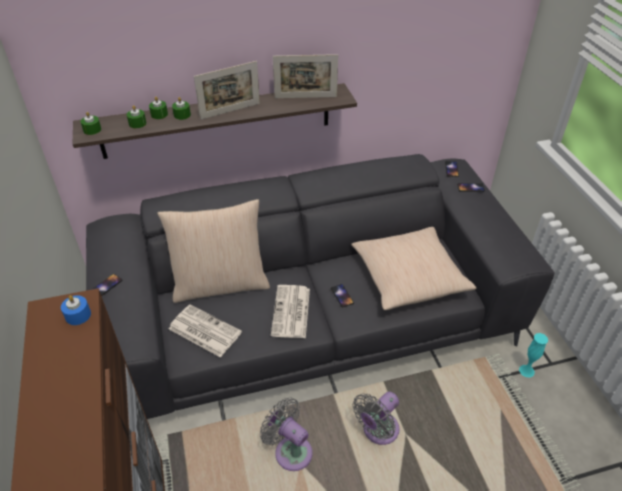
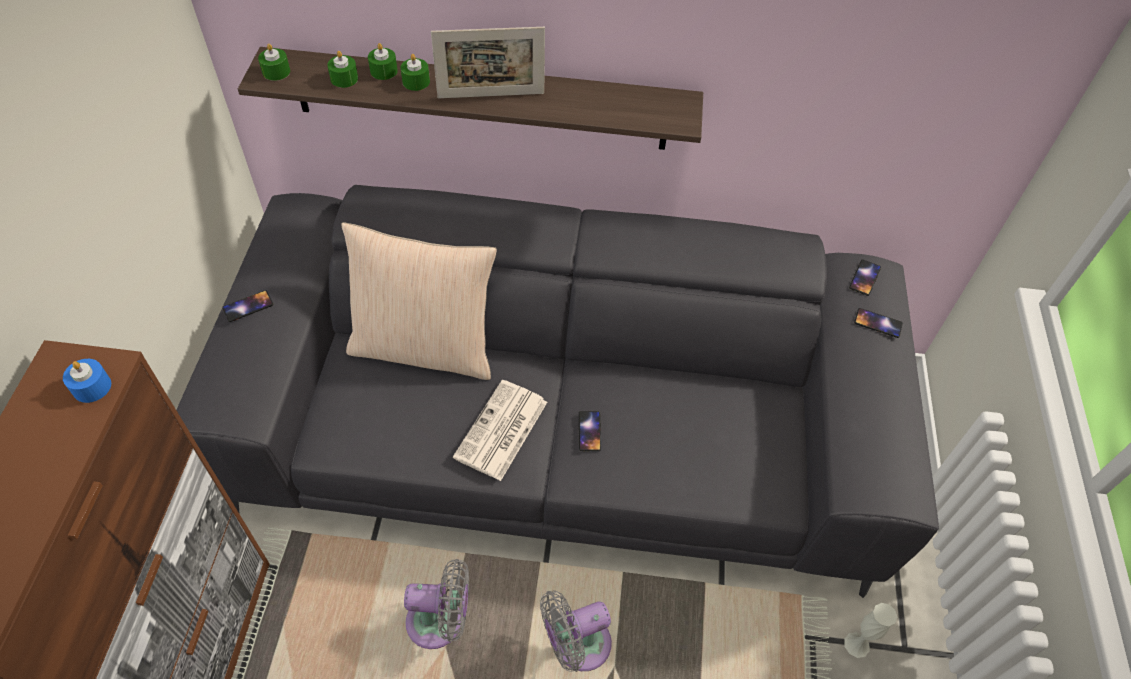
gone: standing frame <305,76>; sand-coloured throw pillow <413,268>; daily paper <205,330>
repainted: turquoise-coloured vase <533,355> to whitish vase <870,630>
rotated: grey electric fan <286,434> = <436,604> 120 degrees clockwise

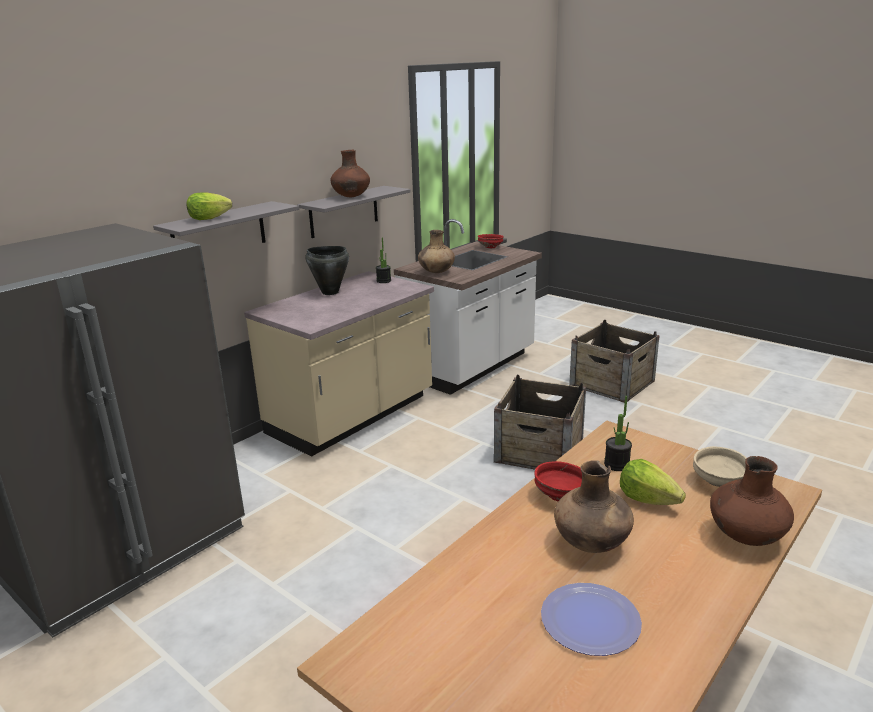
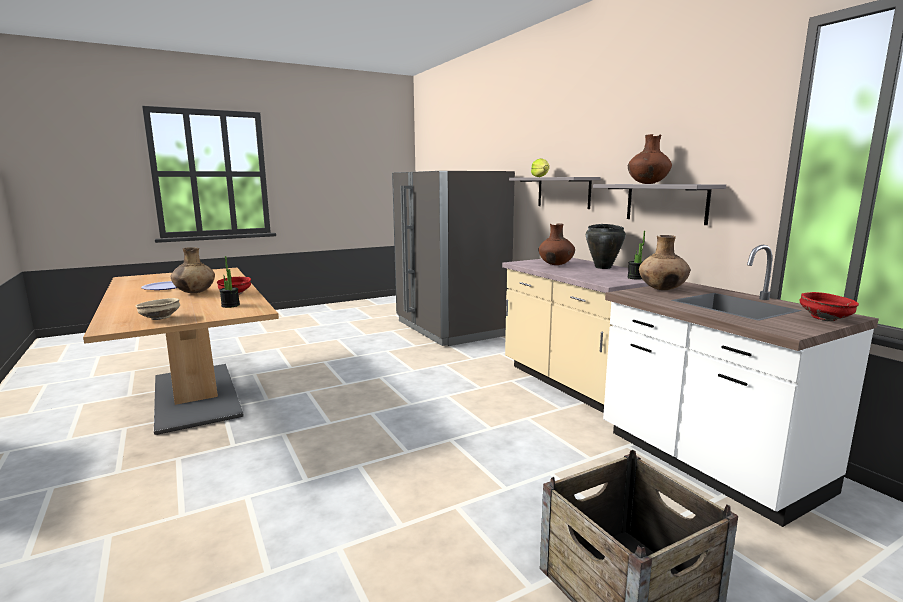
gone: crate <540,422>; head of lettuce <653,482>
shifted: brownish vase <752,501> to <556,244>

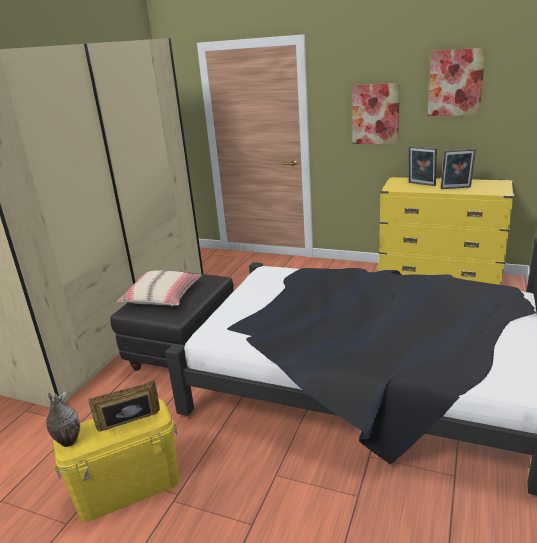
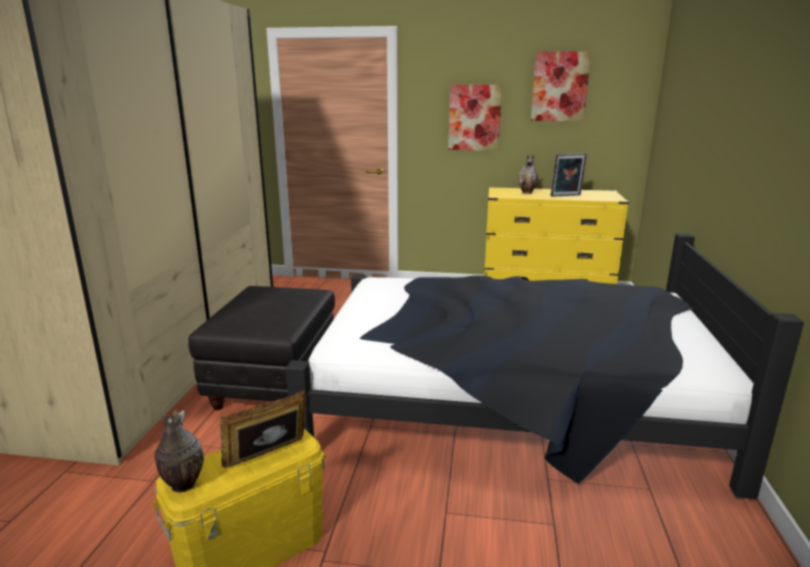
gone: sand-coloured throw pillow <159,288>
swapped: standing frame <423,166> to vase <528,174>

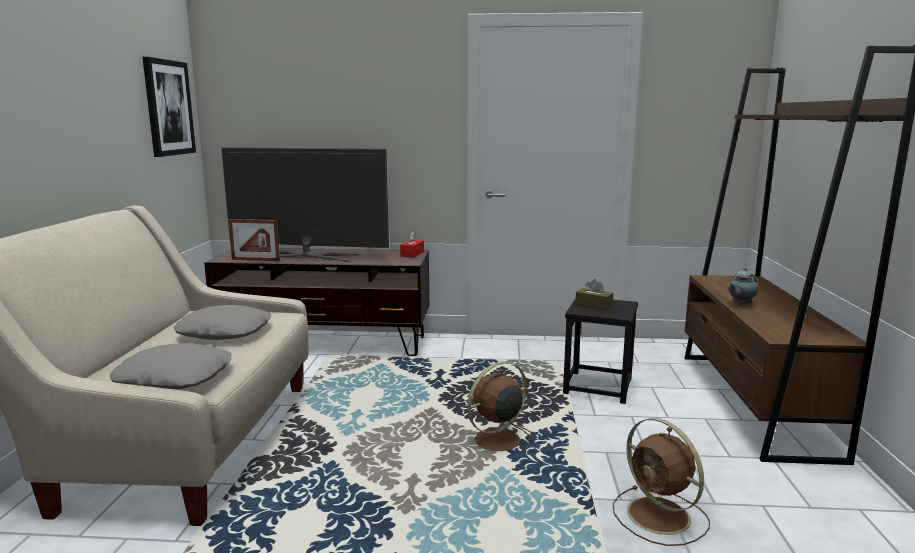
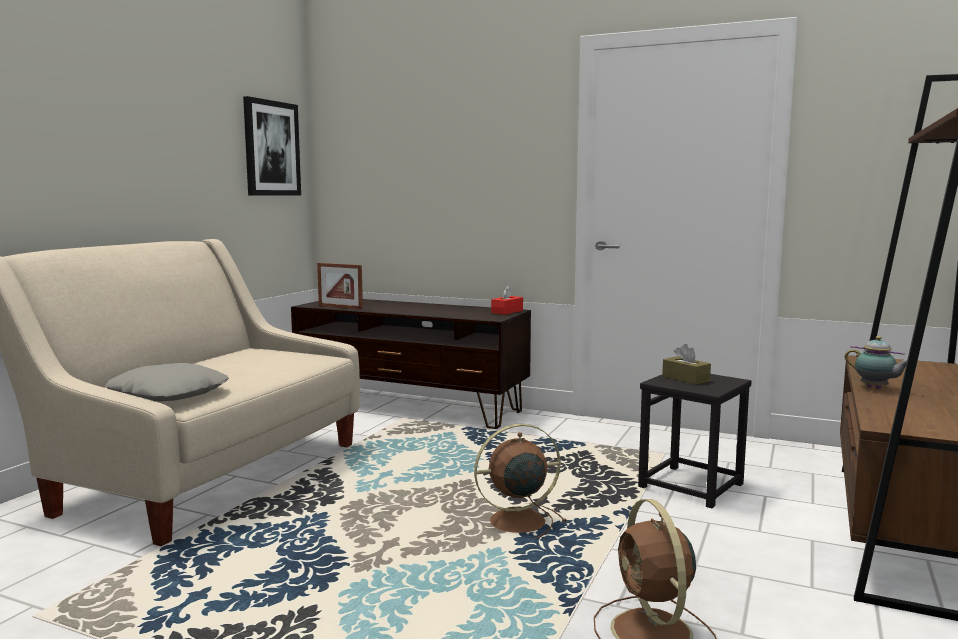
gone: television <305,204>; grey throw pillow <222,322>
rotated: teapot <743,286> = <876,362> 120 degrees counterclockwise

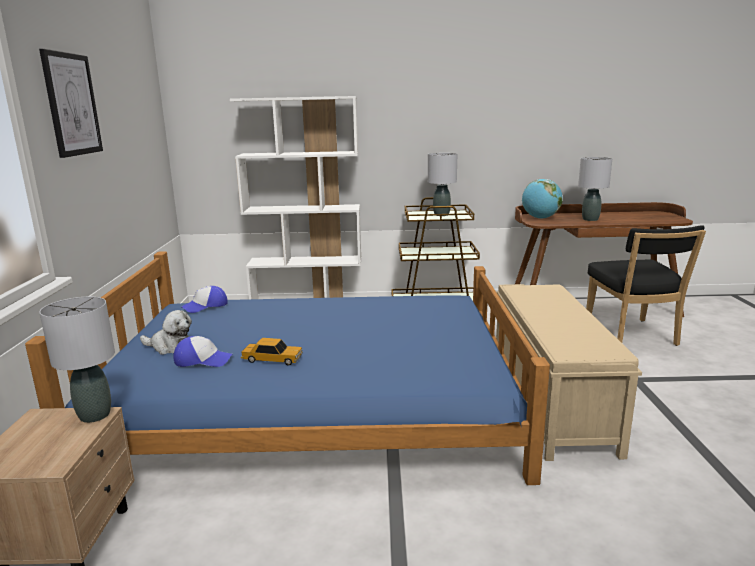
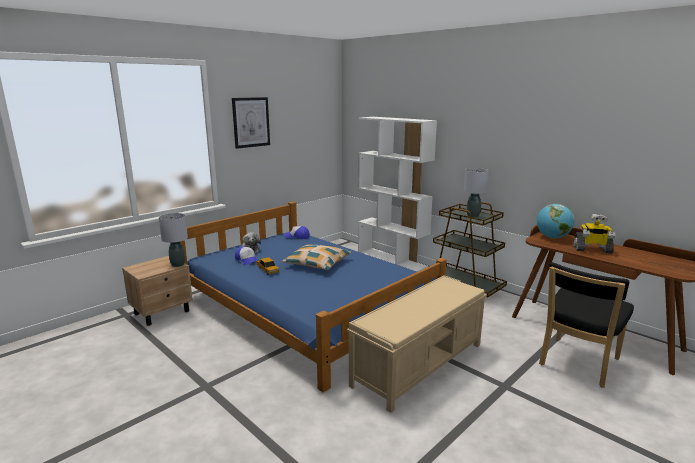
new: throw pillow <316,257>
swapped: grey tabletop lamp <595,189> to toy robot <594,234>

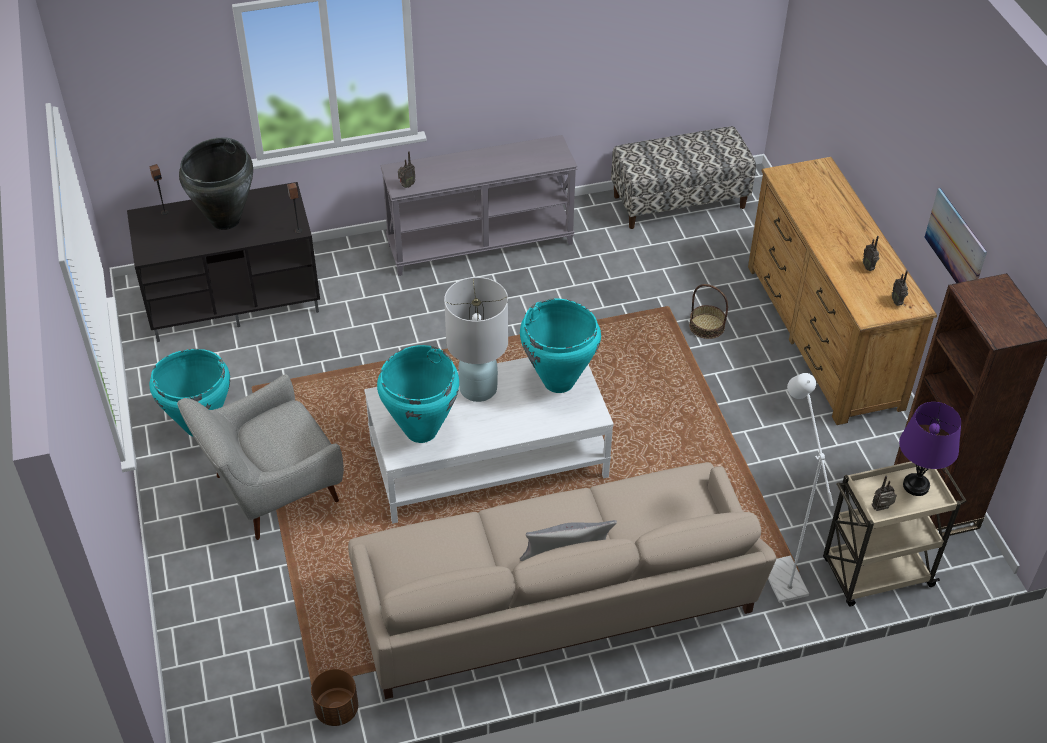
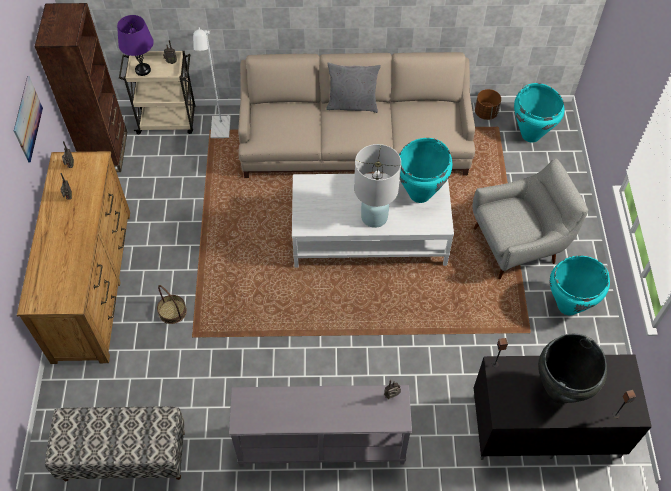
shifted: turquoise-coloured vase <560,346> to <539,112>

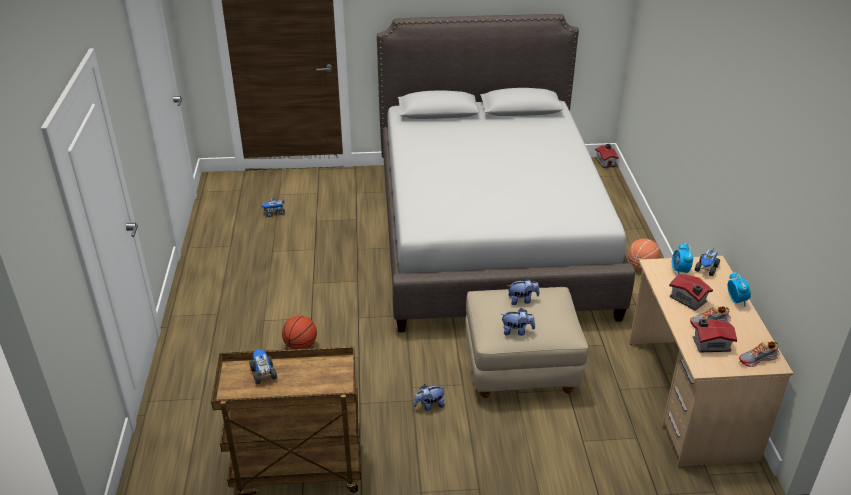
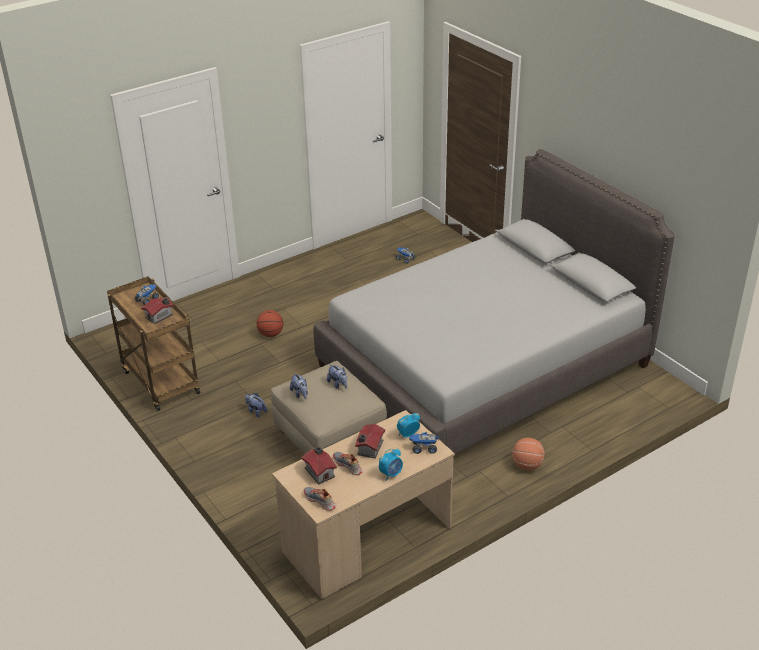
shifted: toy house <607,156> to <157,310>

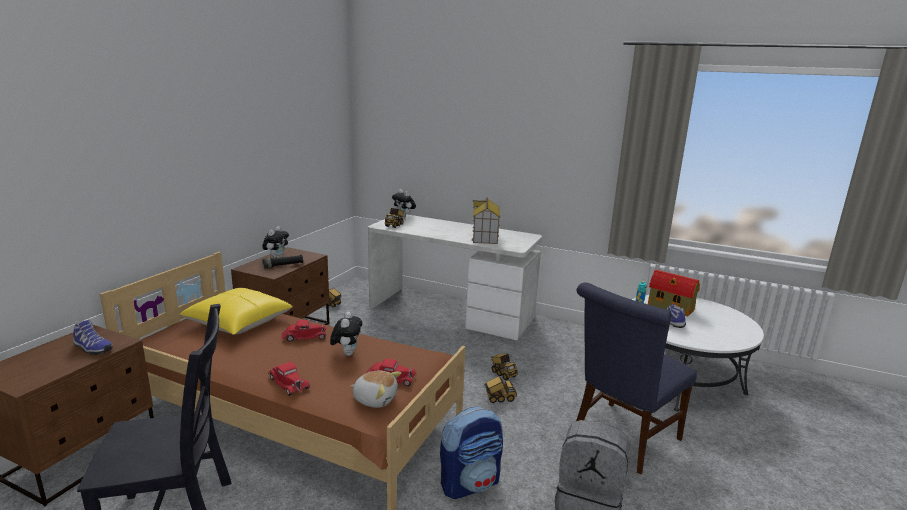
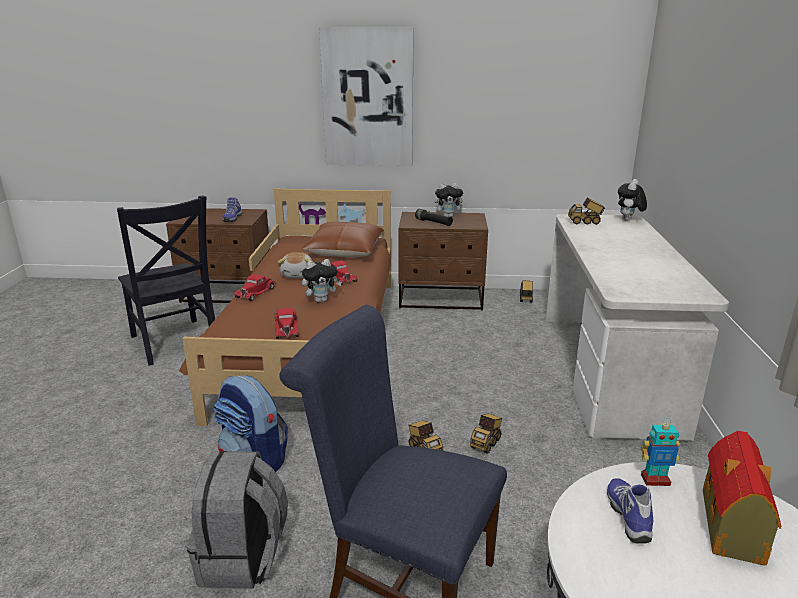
gone: toy house <486,220>
new: picture <366,96>
shifted: soft toy <376,389> to <294,265>
repainted: yellow-coloured throw pillow <236,311> to brownish throw pillow <342,239>

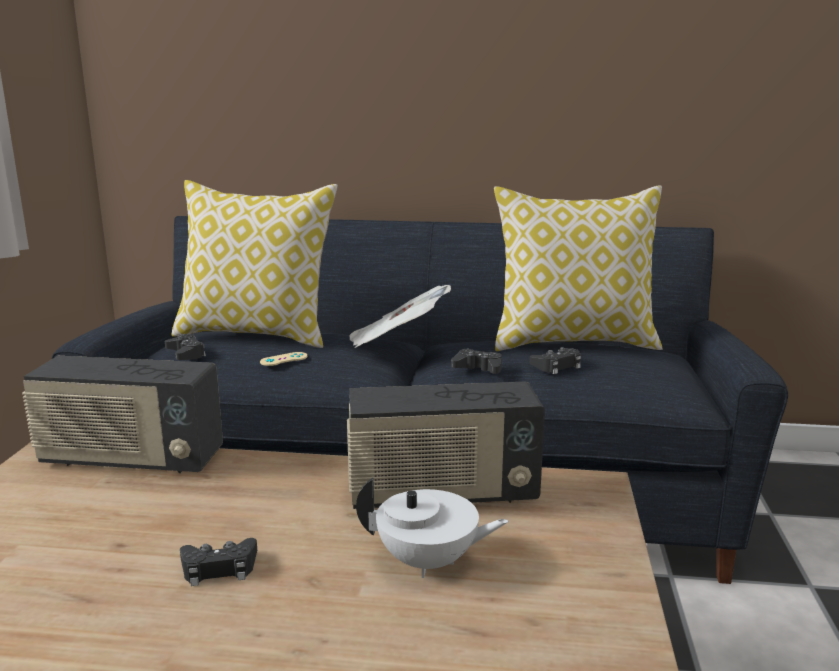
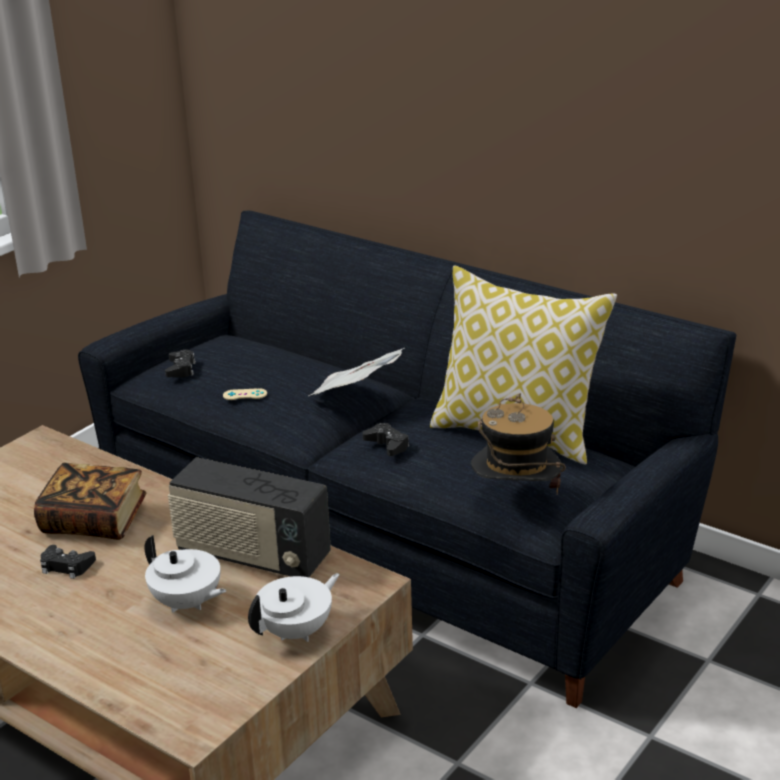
gone: throw pillow <255,264>; black-coloured joypad <555,360>; radio <122,414>
new: clothing hat <518,443>; volume <90,501>; whitish teapot <294,607>

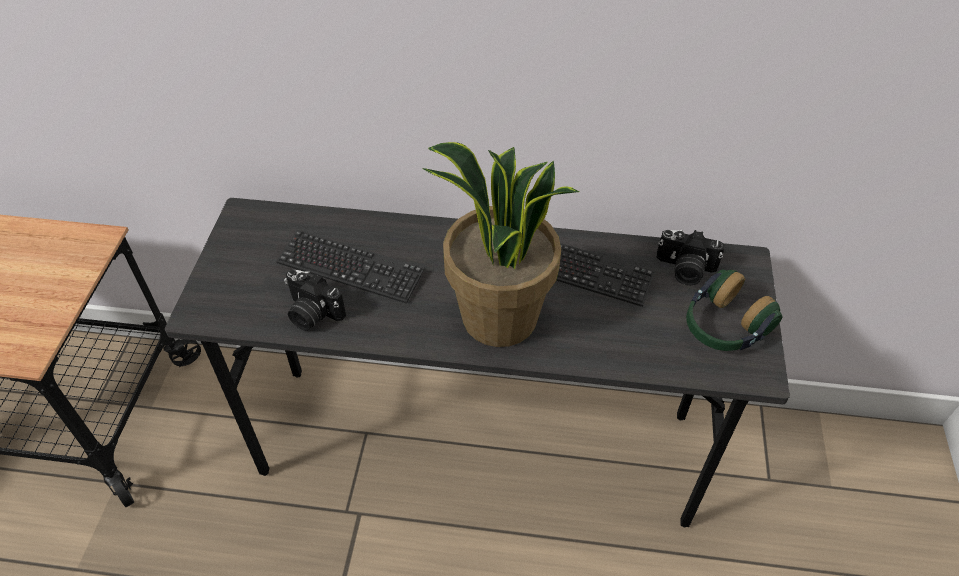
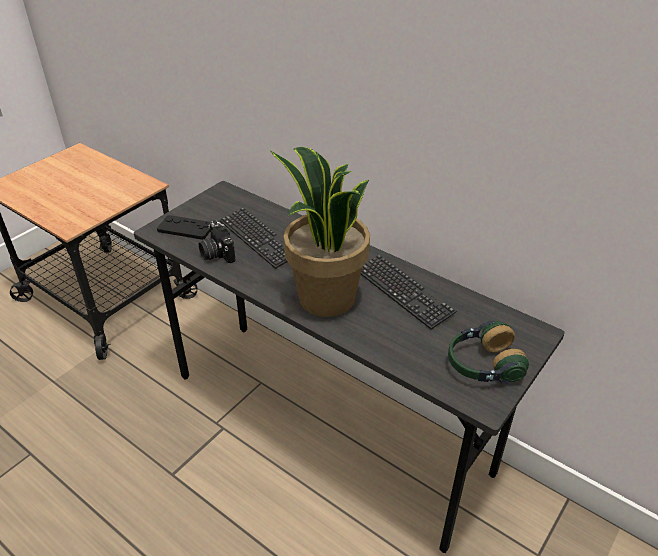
gone: still camera <690,257>
new: black-coloured joypad <183,227>

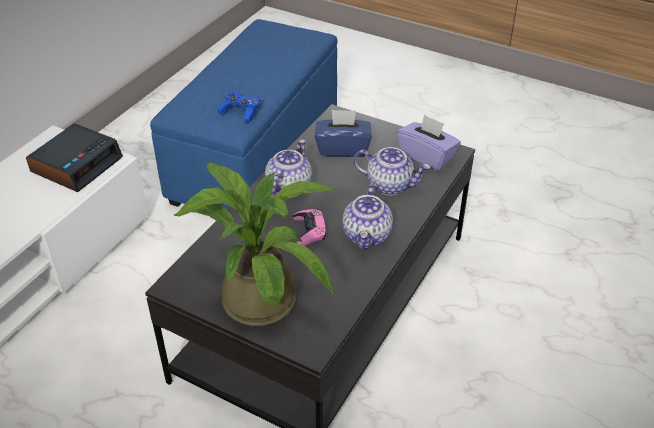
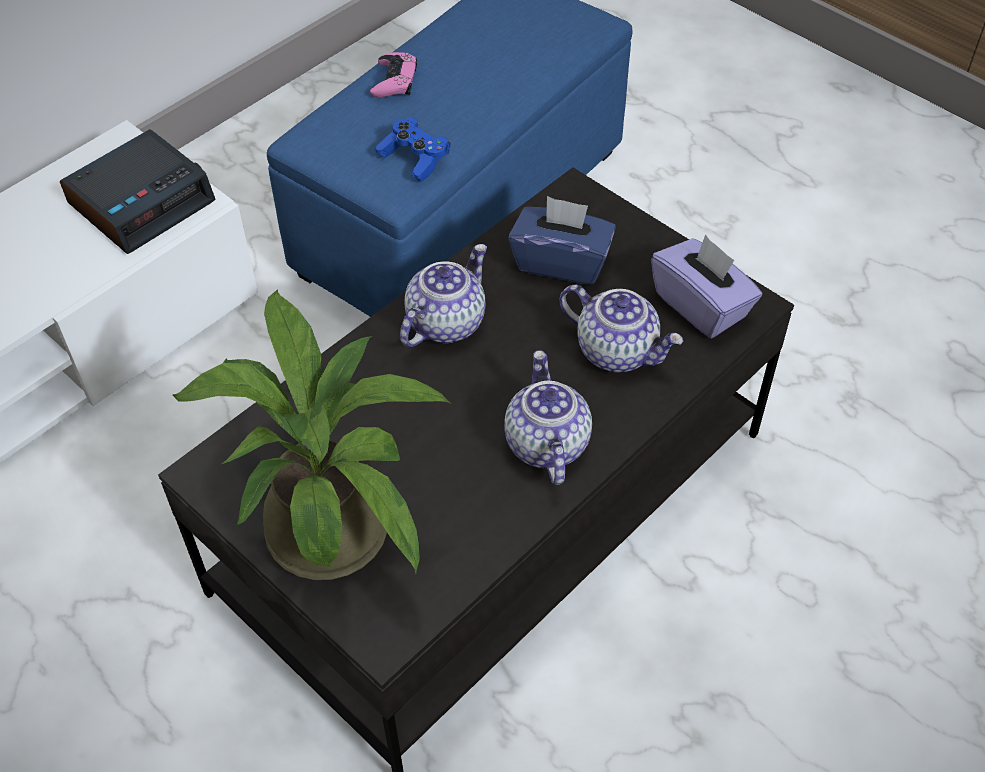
shifted: pinkish joypad <309,227> to <393,75>
rotated: teapot <367,216> = <548,418> 150 degrees clockwise

